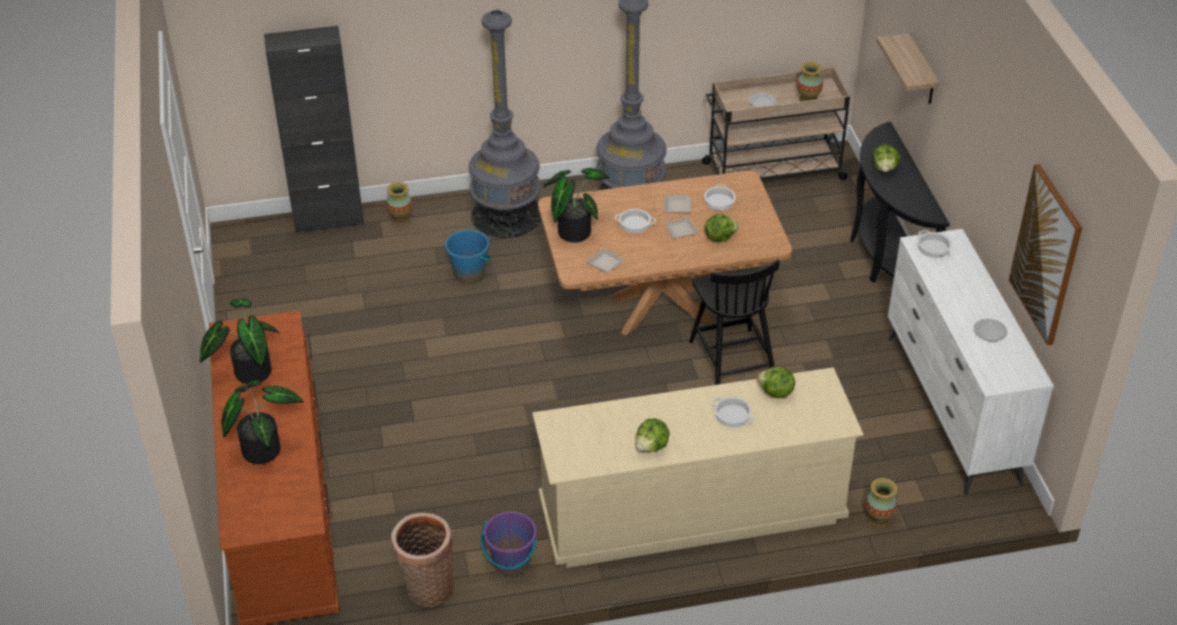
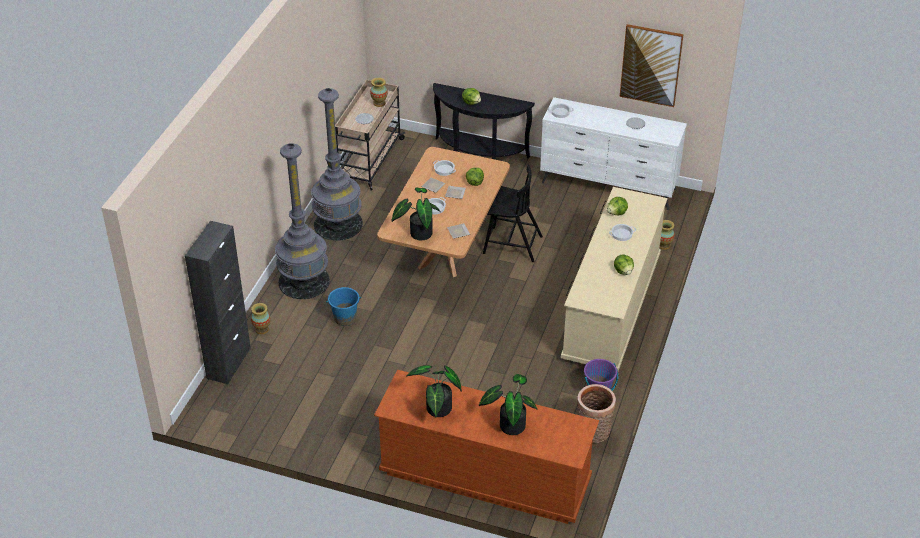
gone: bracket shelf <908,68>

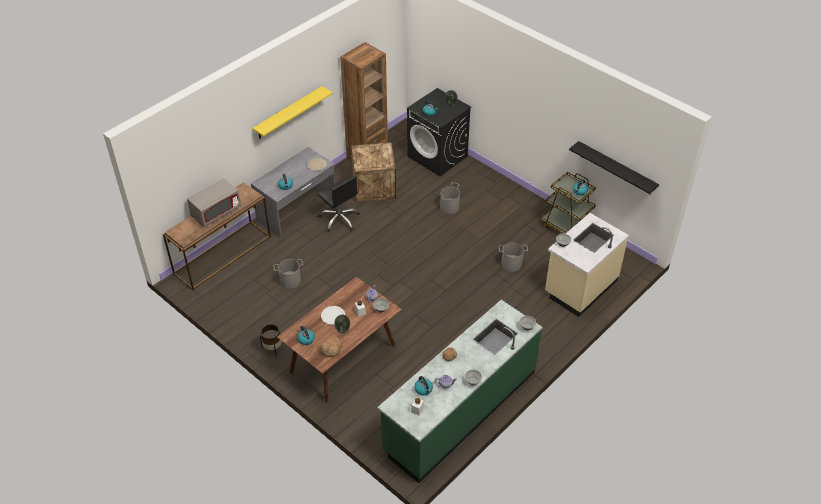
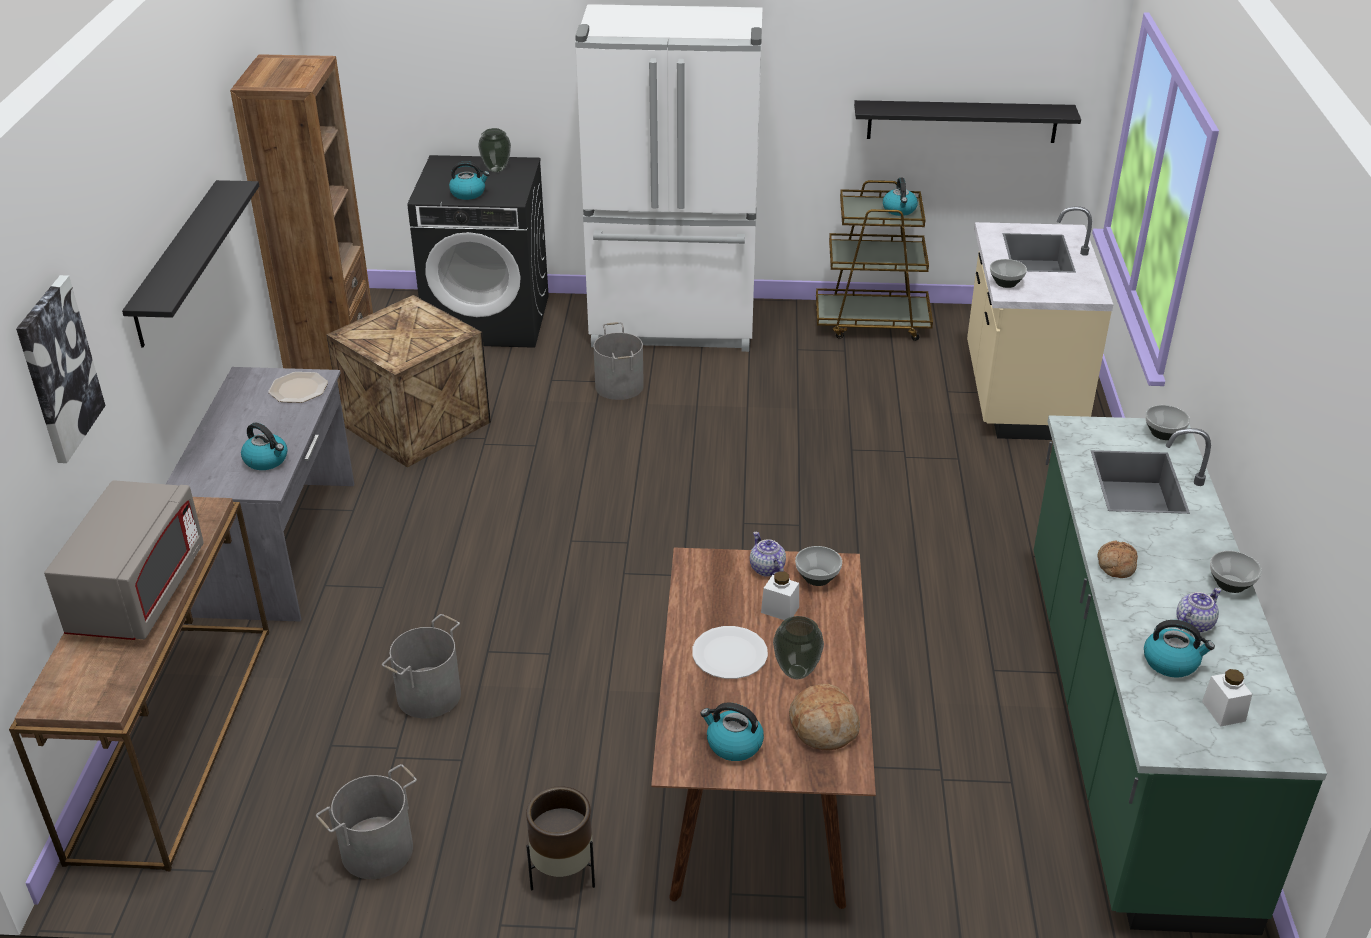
gone: black-coloured desk chair <338,204>
new: whitish fridge <668,178>; picture <61,369>
shifted: grey pail <513,257> to <366,821>
repainted: yellow-coloured bracket shelf <293,112> to black-coloured bracket shelf <190,264>

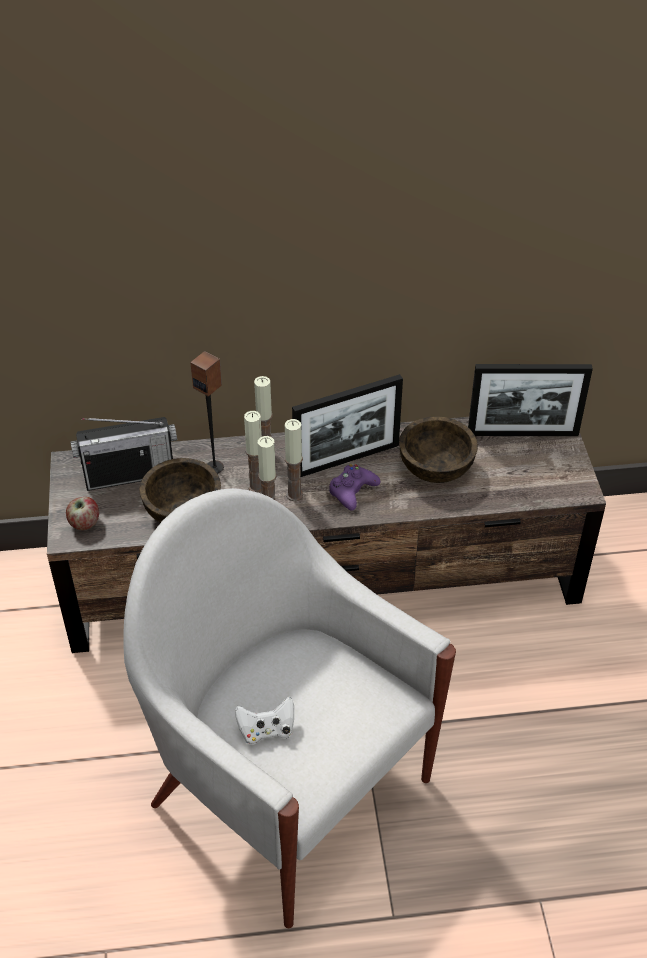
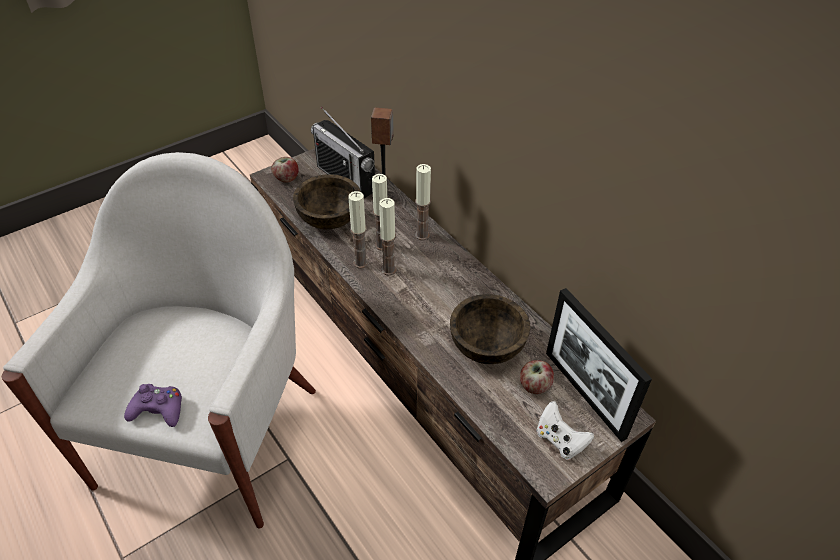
gone: standing frame <347,425>
new: whole apple <537,377>
shifted: purplish joypad <354,487> to <153,405>; whitish joypad <264,721> to <565,430>

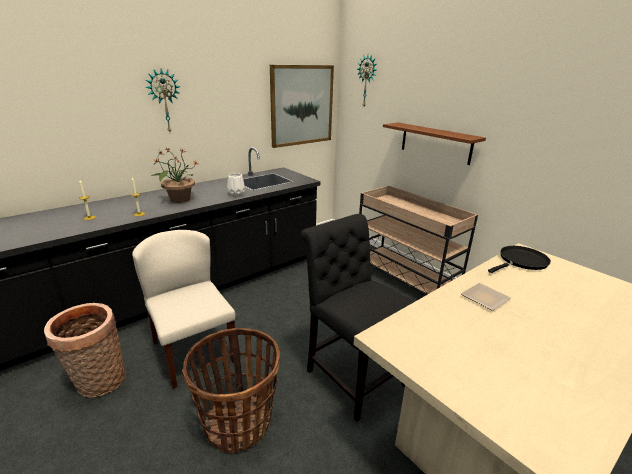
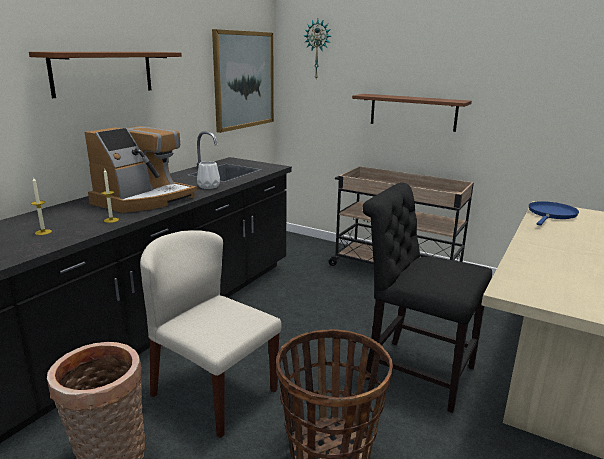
gone: dinner plate <486,297>
swapped: hanging clock <163,100> to brownish bracket shelf <105,75>; houseplant <175,175> to coffee brewer <141,169>
repainted: black-coloured frying pan <519,259> to blue frying pan <554,213>

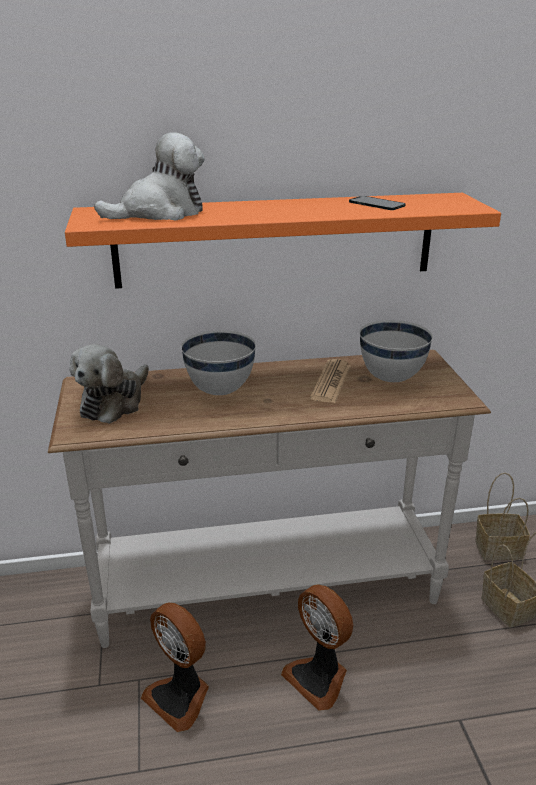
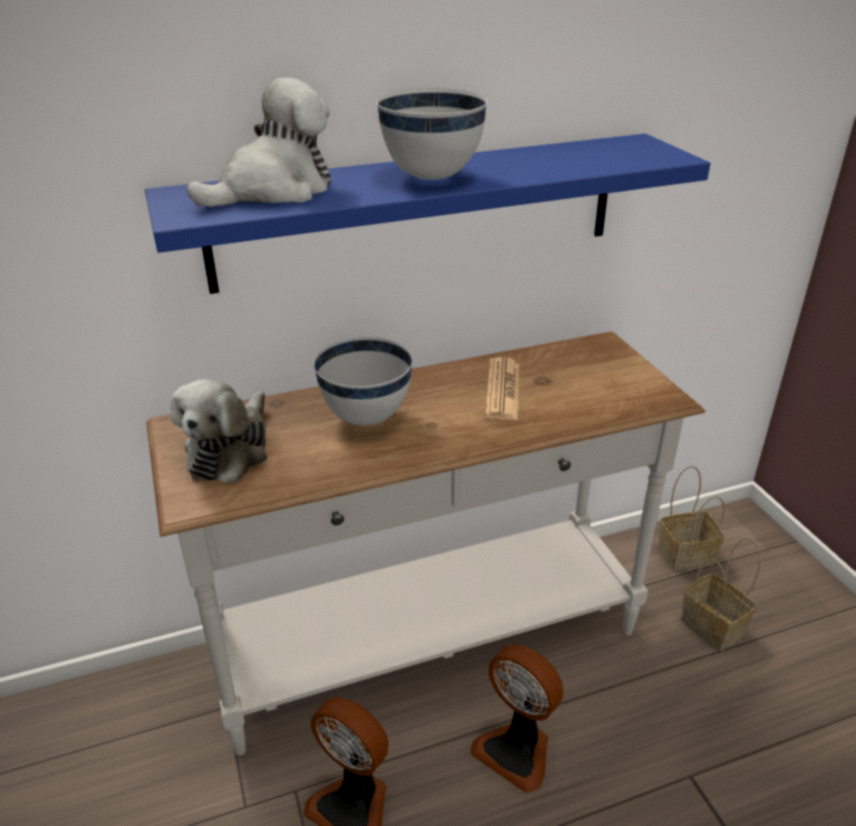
gone: phone <377,203>
shifted: whitish deep dish <396,351> to <431,134>
repainted: orange-coloured bracket shelf <283,241> to blue bracket shelf <427,214>

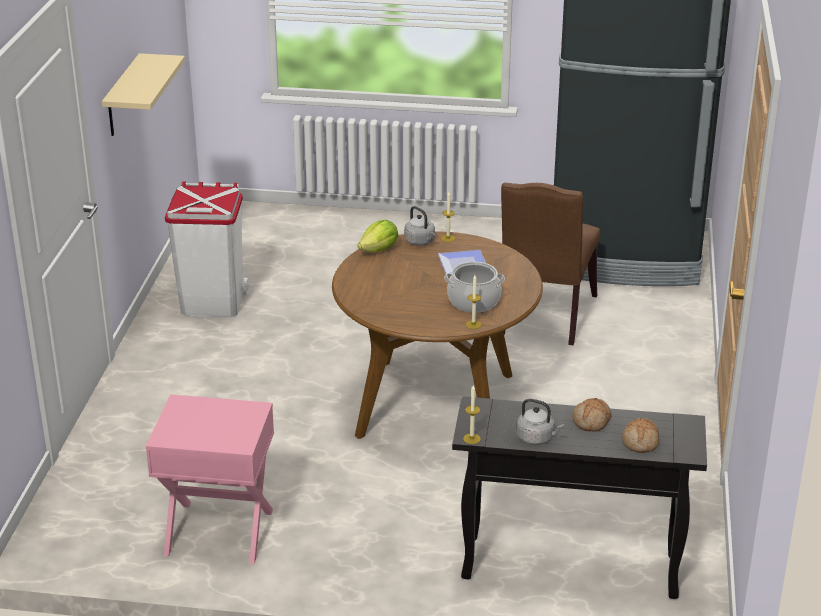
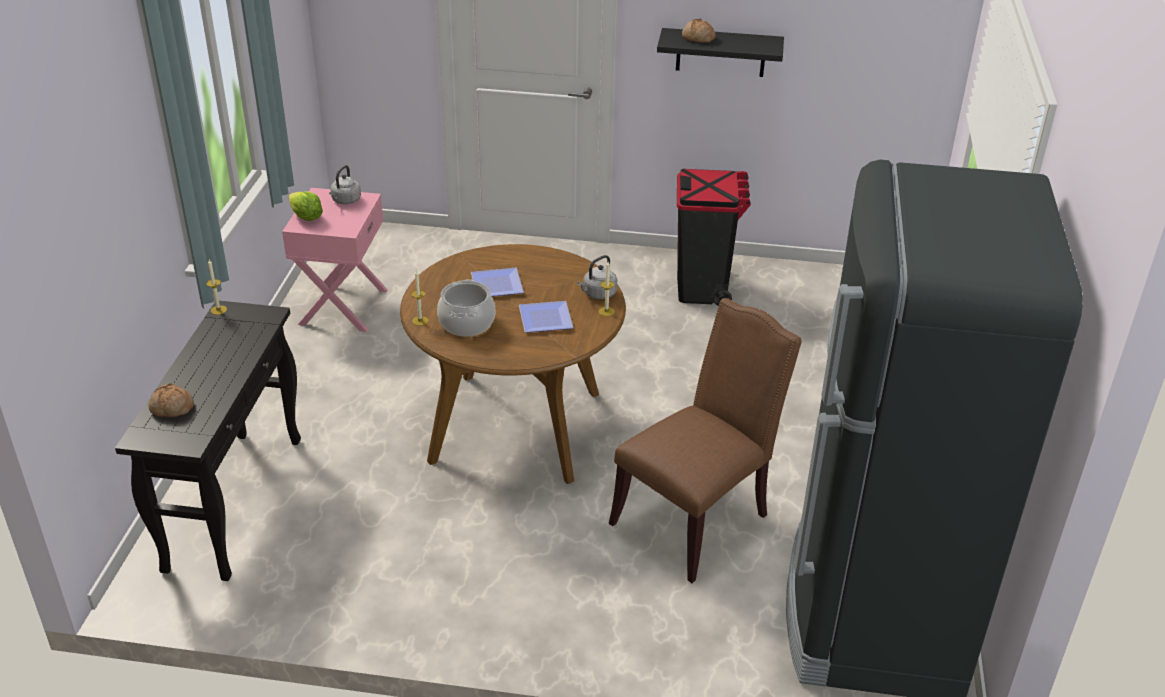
new: dinner plate <497,282>
shifted: head of lettuce <378,236> to <306,206>; bread <591,415> to <698,31>; grey tea kettle <540,422> to <345,184>
repainted: sand-coloured bracket shelf <143,94> to black-coloured bracket shelf <720,52>; whitish rubbish bin <207,249> to black-coloured rubbish bin <714,237>
rotated: brownish upright chair <550,264> = <705,440> 120 degrees clockwise

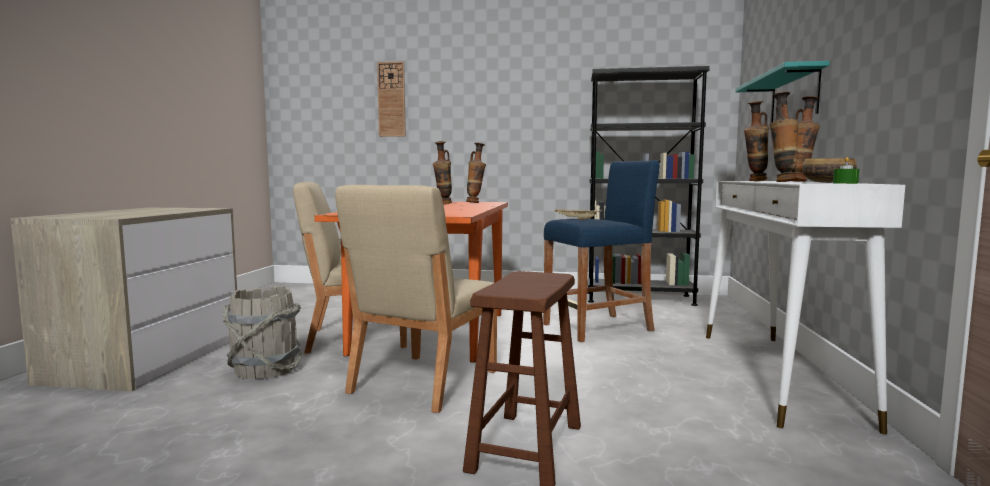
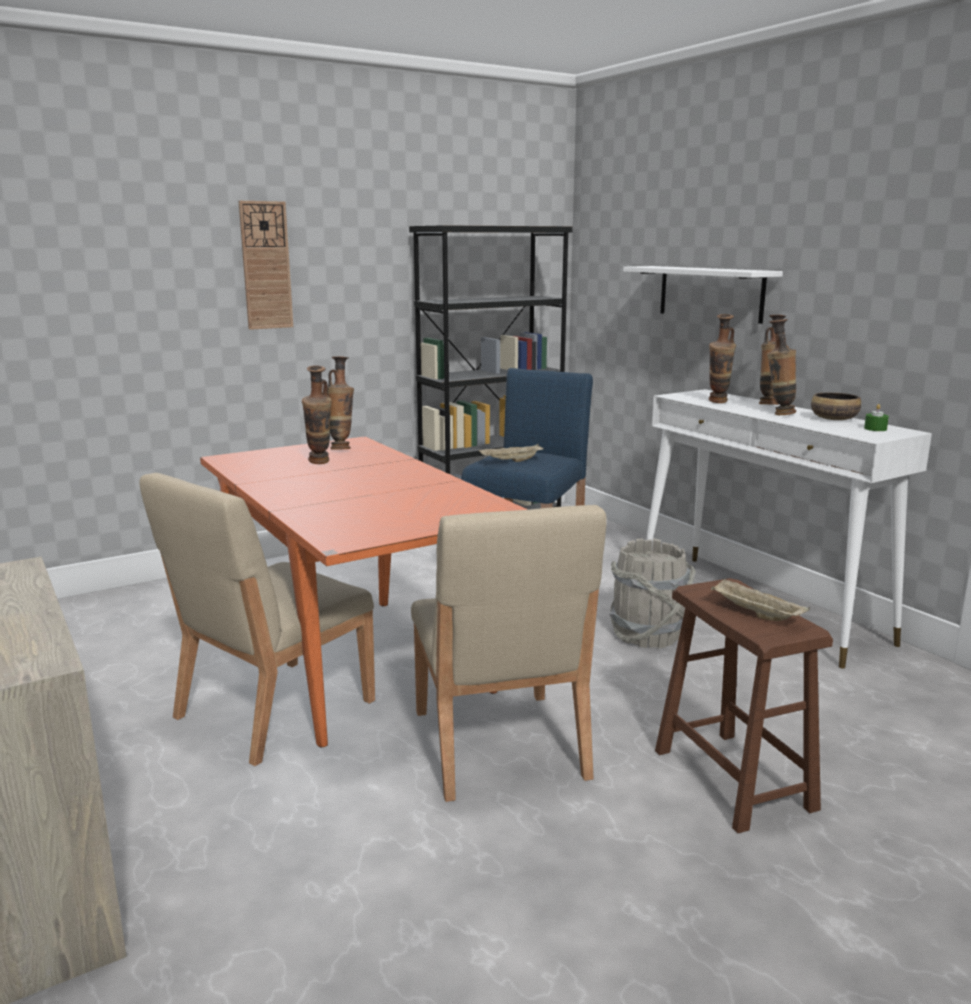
new: sand-coloured carrying tray <760,600>
shifted: hanging clock <391,99> to <266,265>; grey pail <262,332> to <652,593>
repainted: turquoise-coloured bracket shelf <782,92> to whitish bracket shelf <703,295>

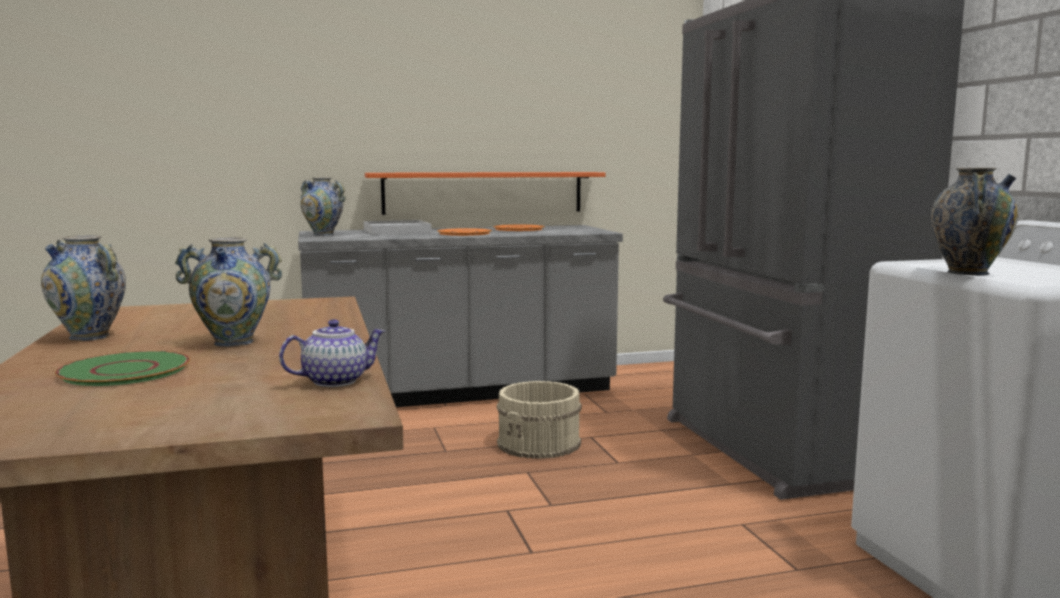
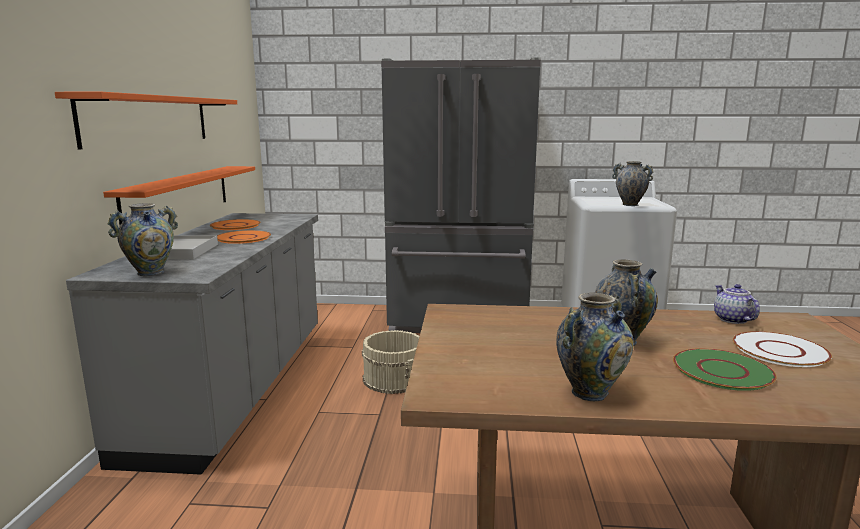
new: orange-coloured bracket shelf <146,121>; whitish dinner plate <782,349>

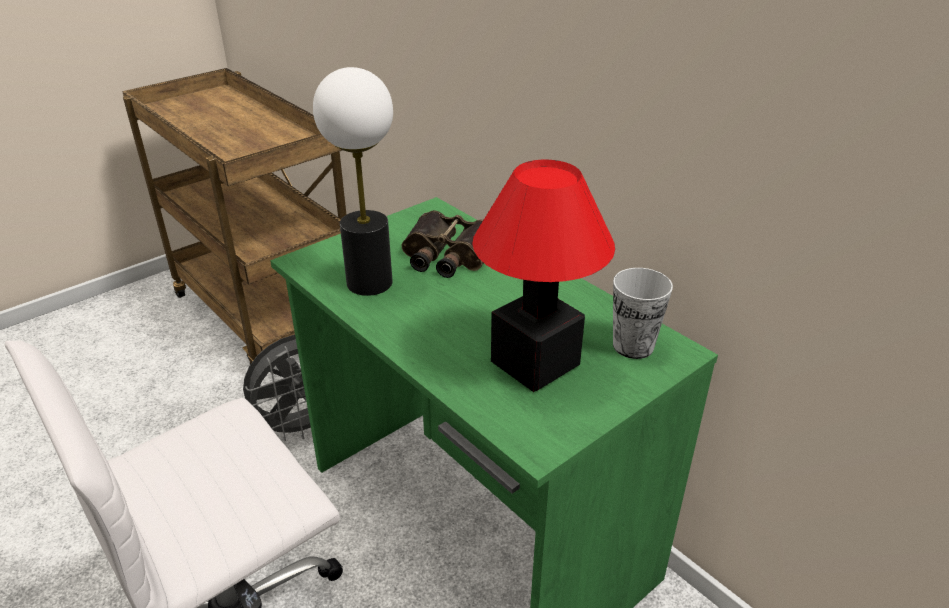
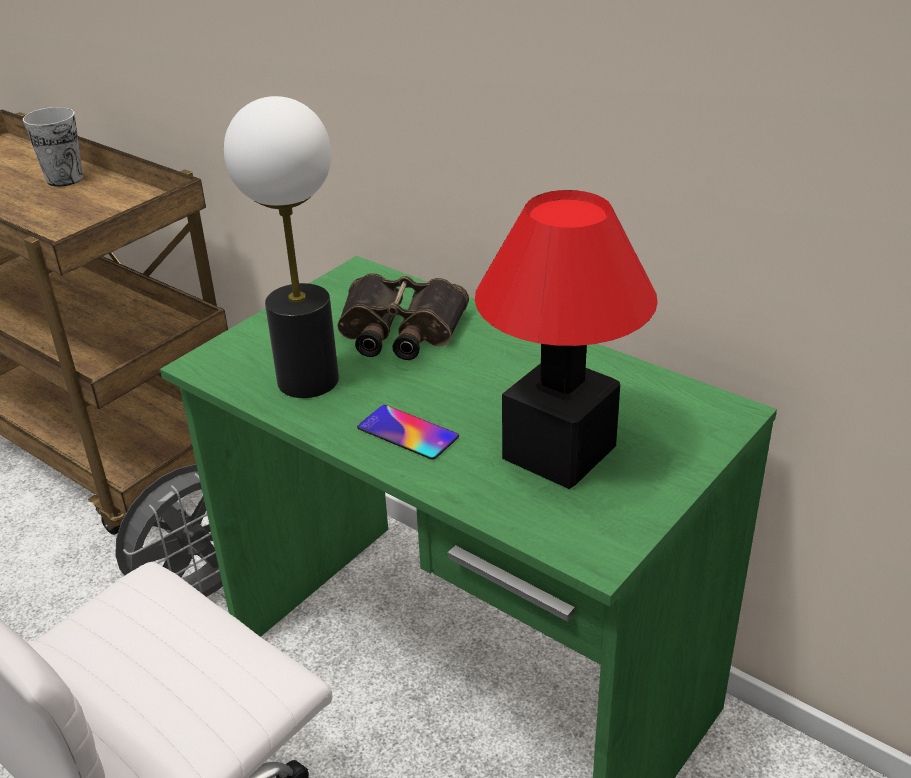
new: phone <408,432>
shifted: small cup <643,313> to <53,147>

